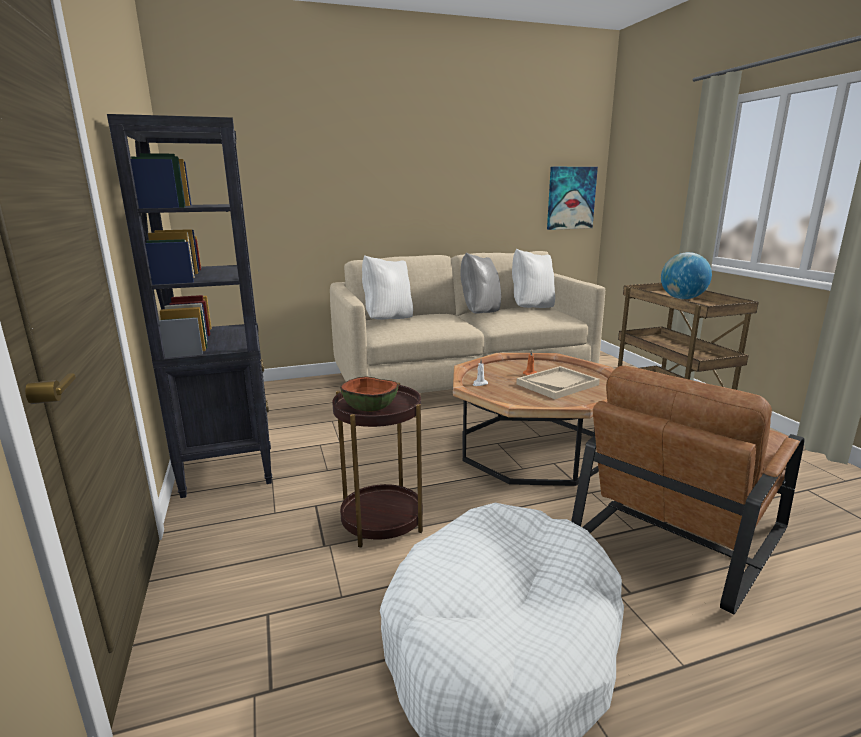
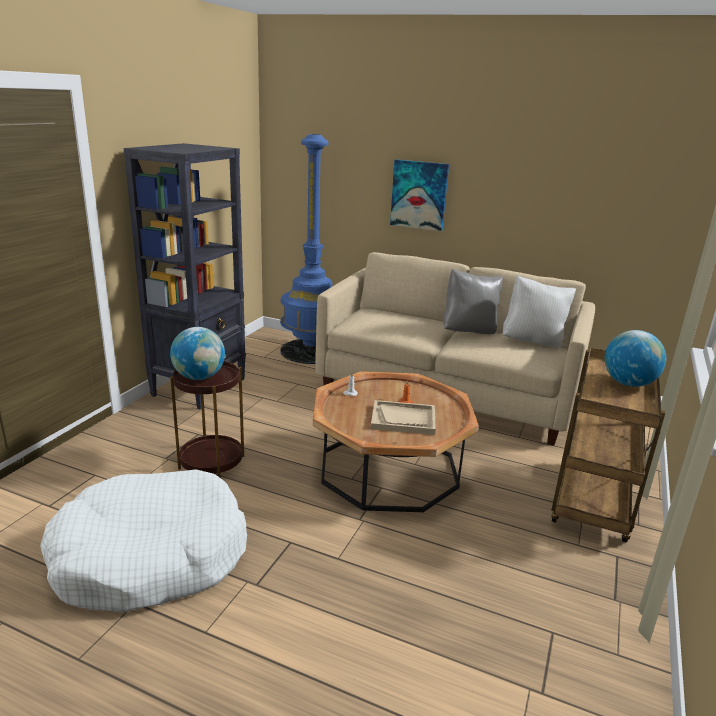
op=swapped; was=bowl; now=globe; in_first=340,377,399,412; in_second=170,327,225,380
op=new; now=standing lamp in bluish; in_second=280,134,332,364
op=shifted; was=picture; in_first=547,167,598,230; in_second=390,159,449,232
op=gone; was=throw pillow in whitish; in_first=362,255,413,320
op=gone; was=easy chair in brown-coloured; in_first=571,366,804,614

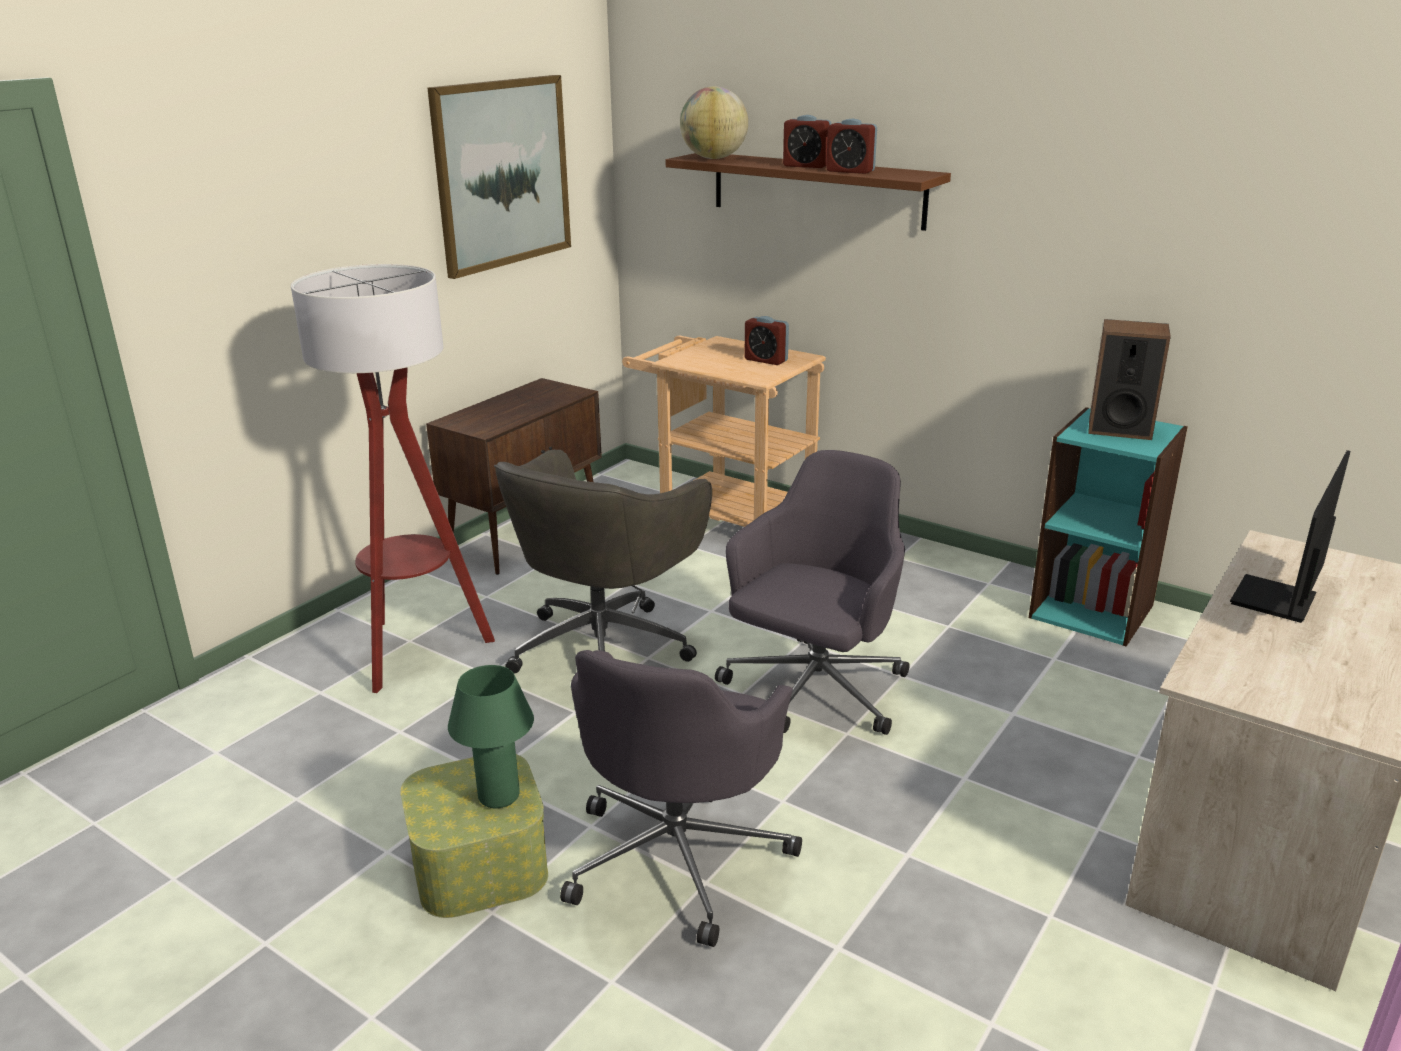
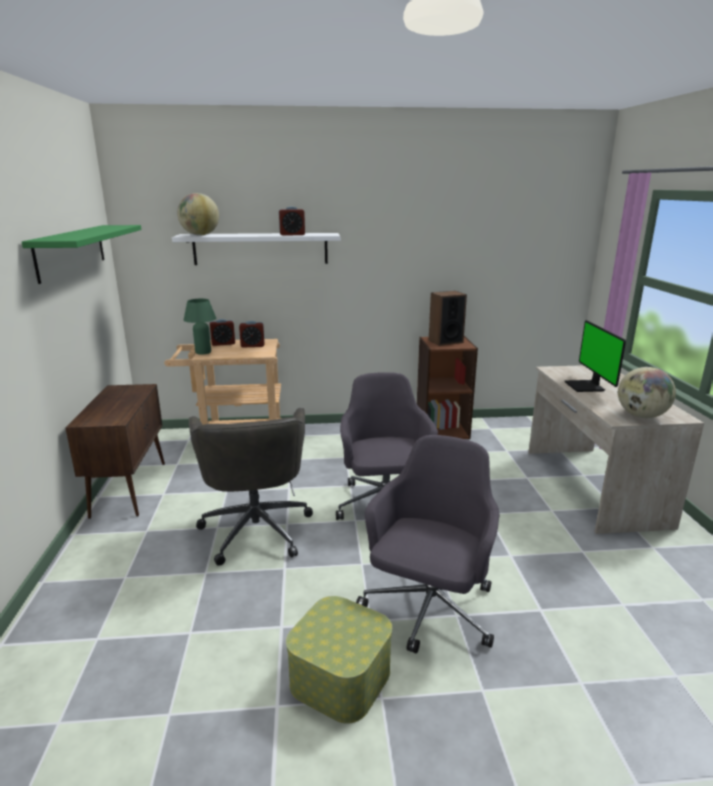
op=swapped; was=picture; now=wall shelf in green-coloured; in_first=427,75,571,279; in_second=22,225,141,284
op=repainted; was=wall shelf in brown-coloured; now=wall shelf in whitish; in_first=666,153,951,231; in_second=172,233,340,265
op=shifted; was=lamp for a table in green-coloured; in_first=448,665,534,808; in_second=184,299,216,355
op=shifted; was=table clock; in_first=783,115,832,168; in_second=210,319,235,346
op=rotated; was=desk chair in gray; in_first=560,650,802,947; in_second=356,435,499,653; clockwise=-135
op=repainted; was=bookcase in turquoise-coloured; now=bookcase in brown-coloured; in_first=1029,407,1188,647; in_second=417,336,478,439
op=new; now=globe; in_second=618,367,676,418
op=gone; was=standing lamp; in_first=291,264,495,693

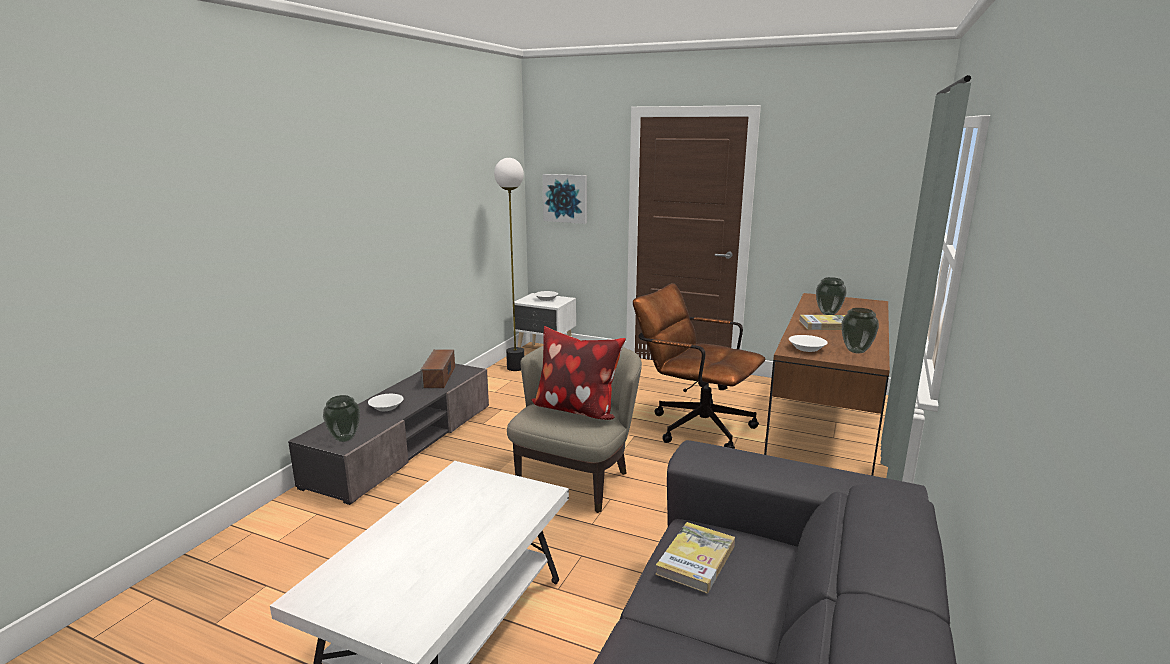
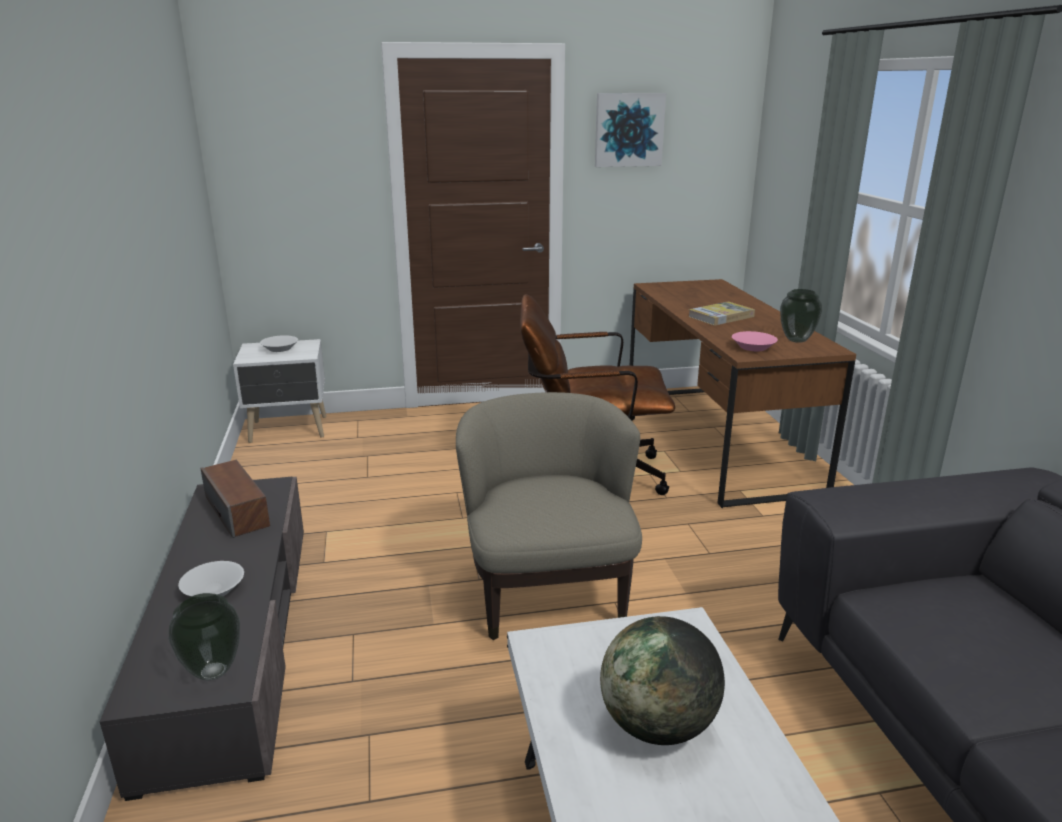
op=shifted; was=picture; in_first=543,174,587,224; in_second=595,93,666,167
op=new; now=globe; in_second=600,616,725,745
op=repainted; was=bowl in whitish; now=bowl in pink; in_first=789,335,828,352; in_second=732,331,778,351
op=gone; was=standing lamp; in_first=494,158,524,371
op=gone; was=throw pillow; in_first=531,326,626,420
op=gone; was=volume; in_first=655,522,735,593
op=gone; was=vase; in_first=816,277,847,315

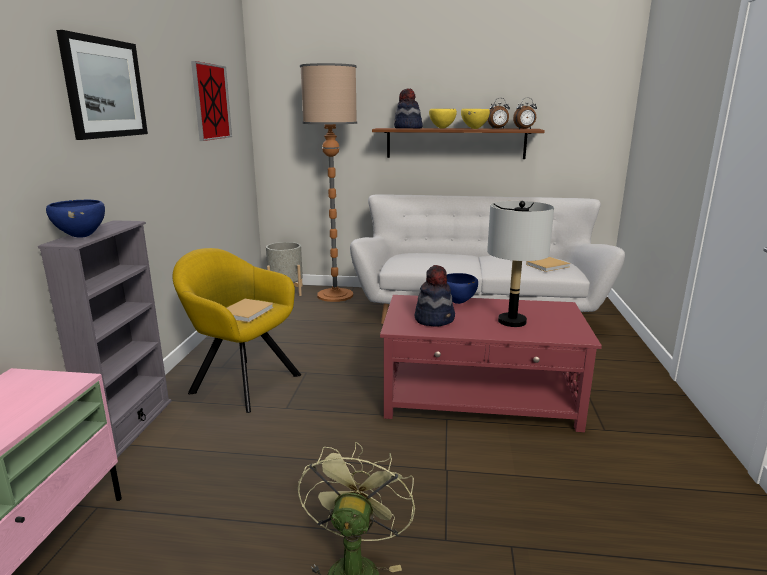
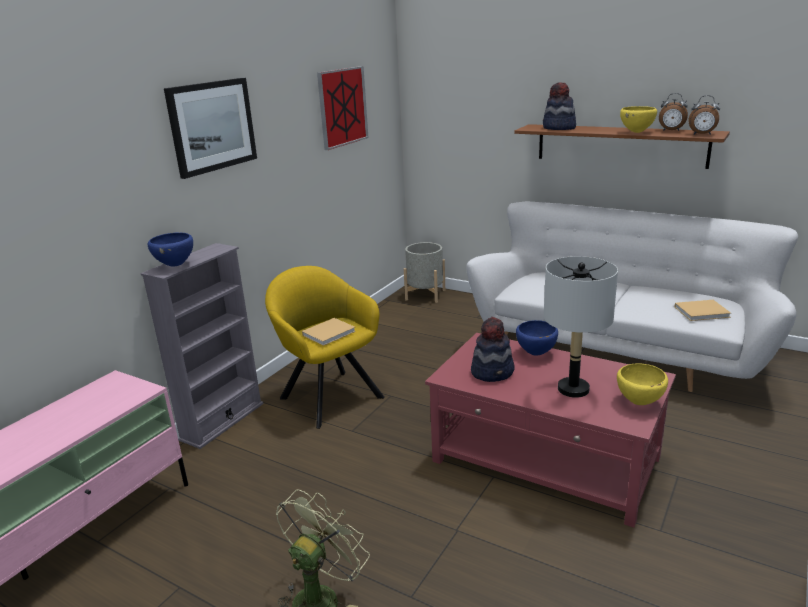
op=shifted; was=bowl in yellowish; in_first=429,109,457,129; in_second=617,363,668,405
op=gone; was=standing lamp; in_first=300,63,357,302

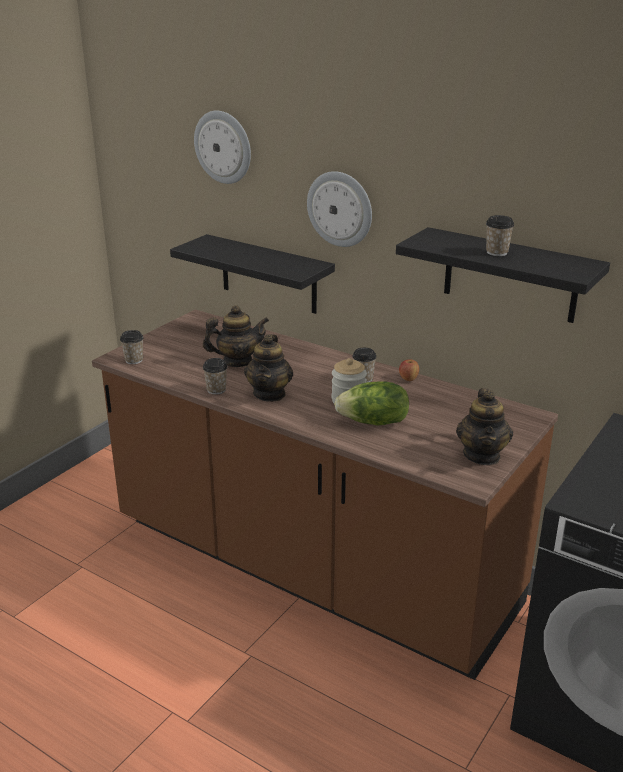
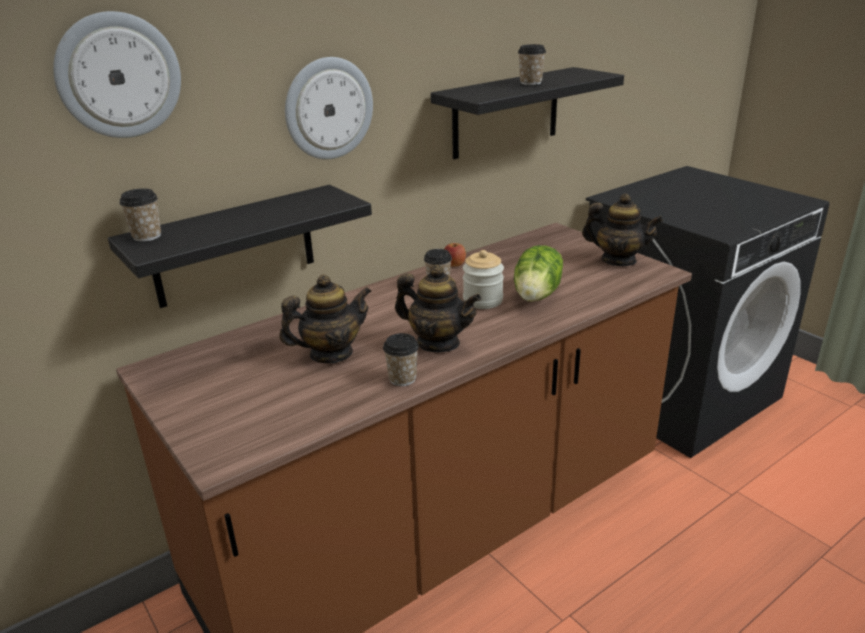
op=shifted; was=small cup; in_first=120,330,144,364; in_second=120,188,161,242
op=rotated; was=teapot; in_first=203,305,269,367; in_second=279,274,372,363; clockwise=60

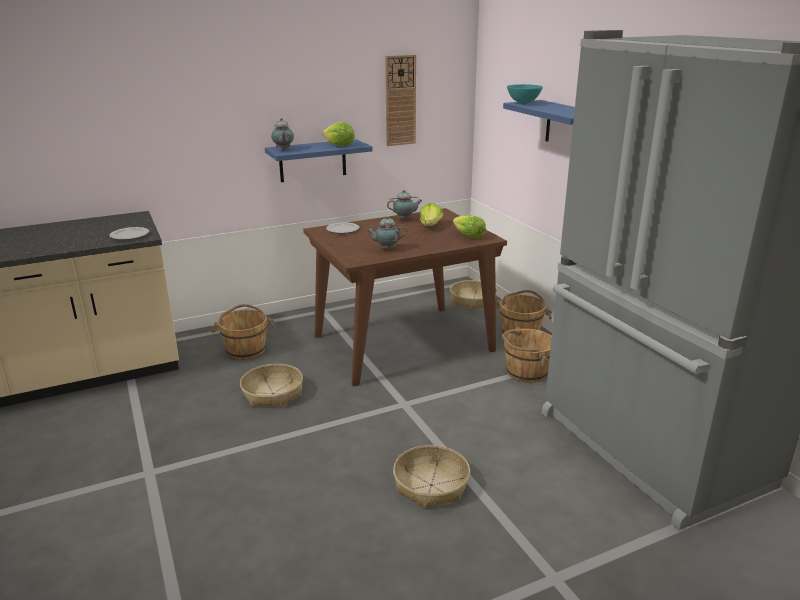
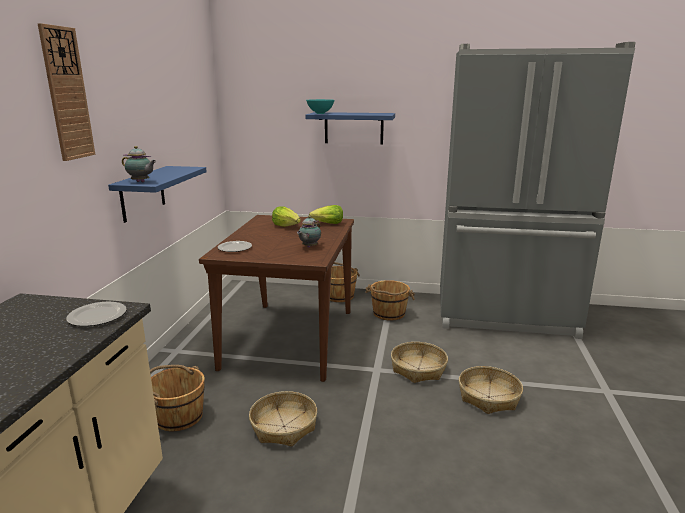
op=shifted; was=hanging clock; in_first=385,55,416,146; in_second=38,23,95,161
op=shifted; was=household basket; in_first=450,280,498,310; in_second=391,342,448,383
op=gone; was=head of lettuce; in_first=322,122,355,146
op=gone; was=teapot; in_first=387,190,422,220

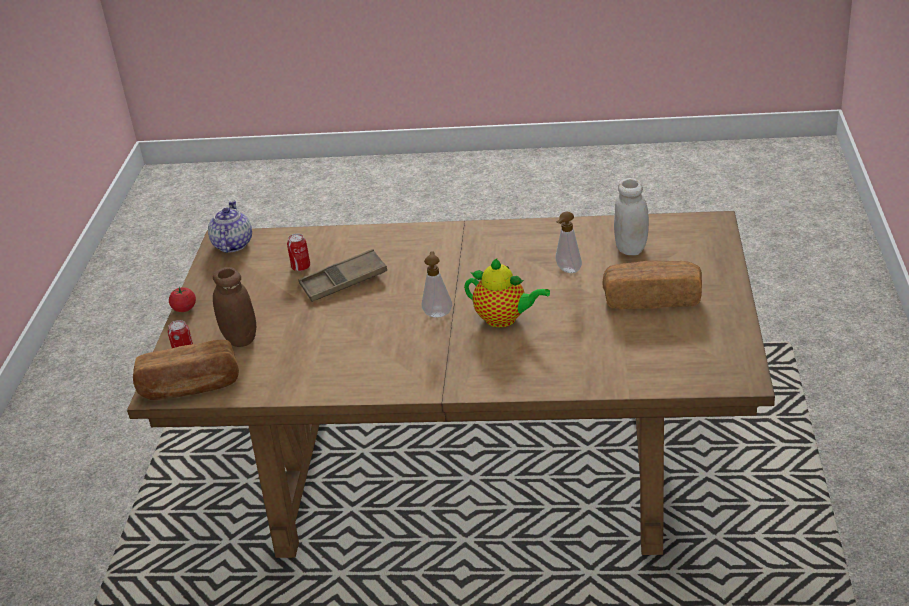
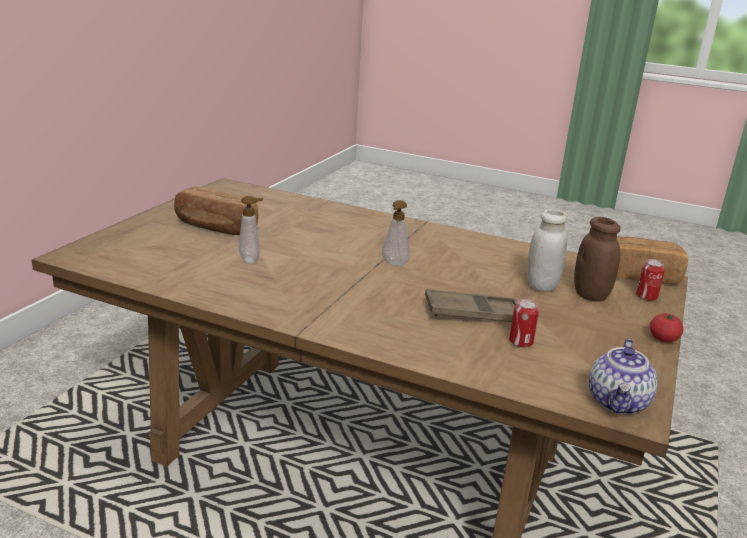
op=shifted; was=preserve jar in whitish; in_first=614,178,649,255; in_second=527,209,568,292
op=gone; was=teapot; in_first=464,259,550,328

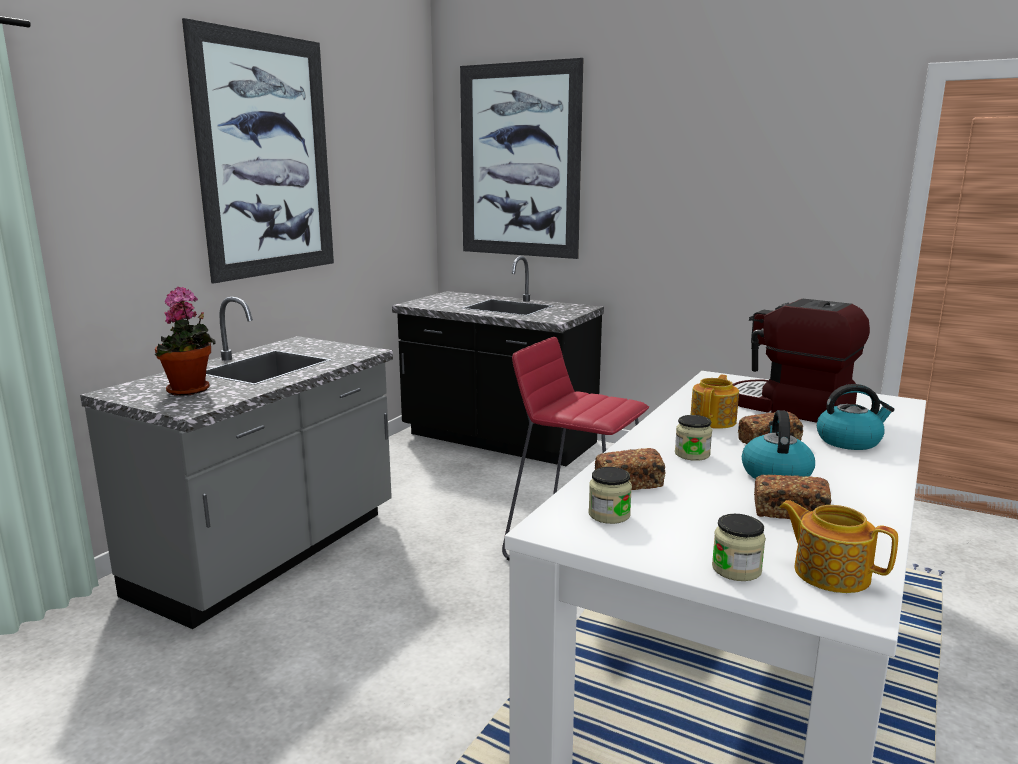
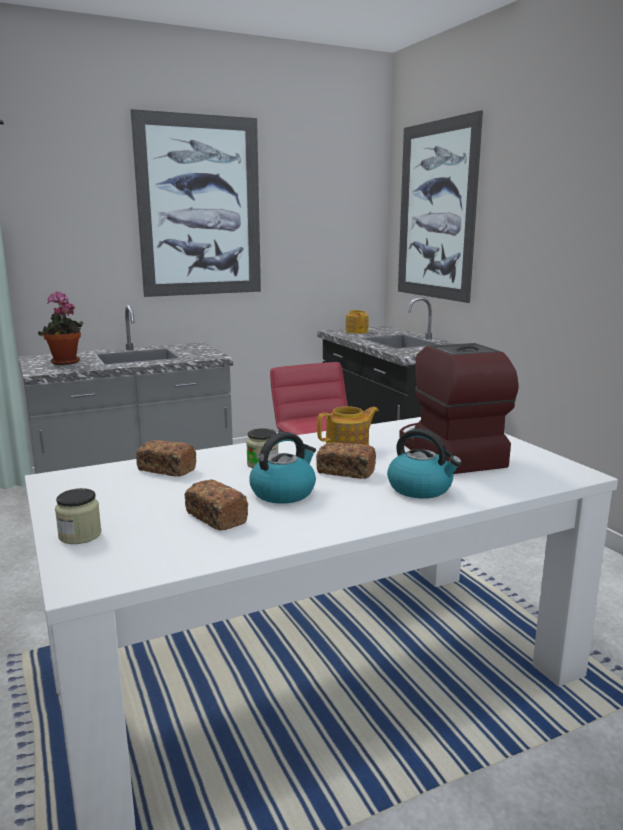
op=shifted; was=teapot; in_first=779,500,898,593; in_second=346,310,369,334
op=gone; was=preserve jar; in_first=589,467,632,524

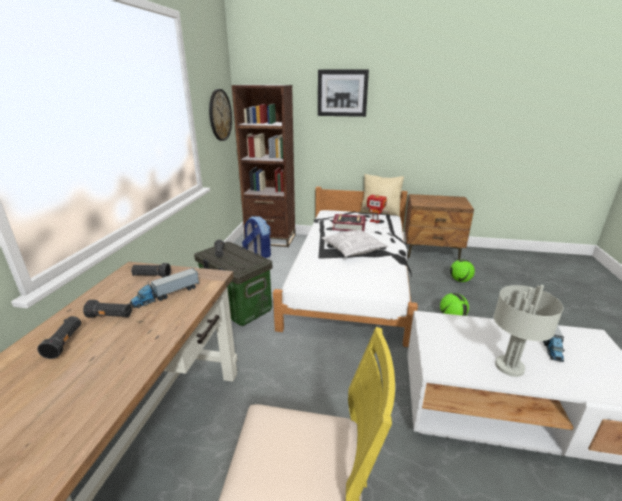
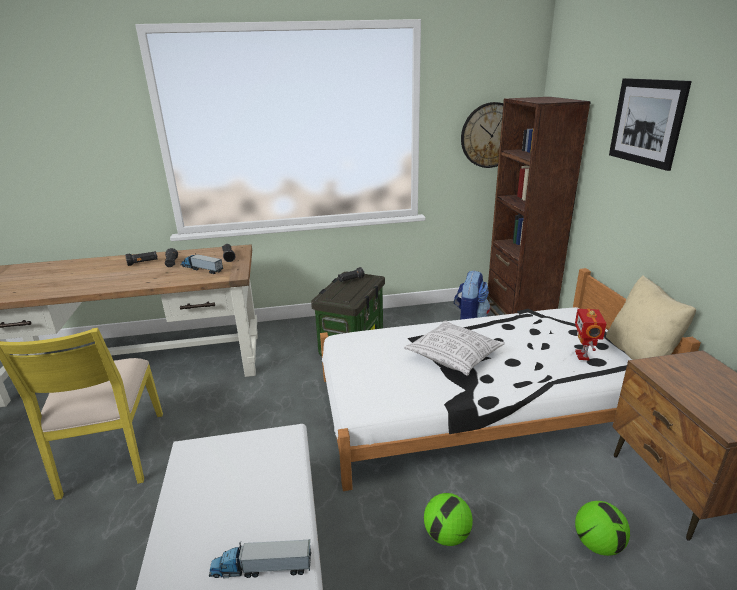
op=gone; was=volume; in_first=332,214,366,231
op=gone; was=lamp for a table in gray; in_first=494,285,564,377

